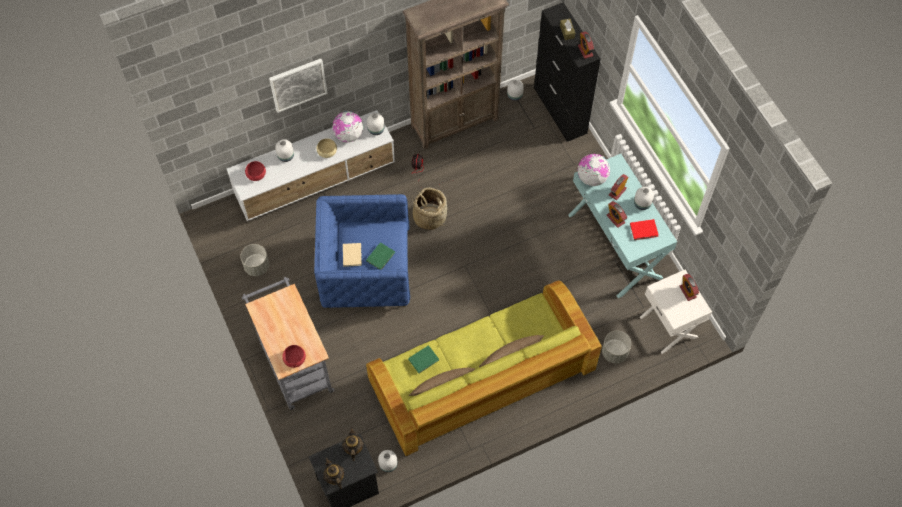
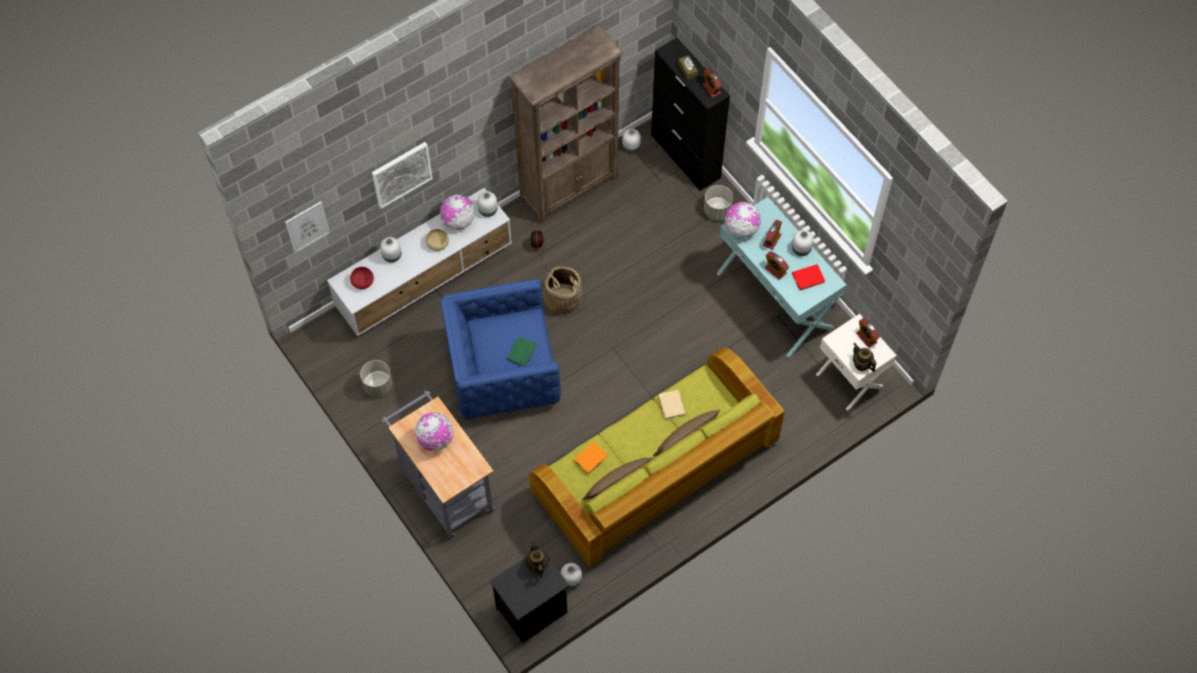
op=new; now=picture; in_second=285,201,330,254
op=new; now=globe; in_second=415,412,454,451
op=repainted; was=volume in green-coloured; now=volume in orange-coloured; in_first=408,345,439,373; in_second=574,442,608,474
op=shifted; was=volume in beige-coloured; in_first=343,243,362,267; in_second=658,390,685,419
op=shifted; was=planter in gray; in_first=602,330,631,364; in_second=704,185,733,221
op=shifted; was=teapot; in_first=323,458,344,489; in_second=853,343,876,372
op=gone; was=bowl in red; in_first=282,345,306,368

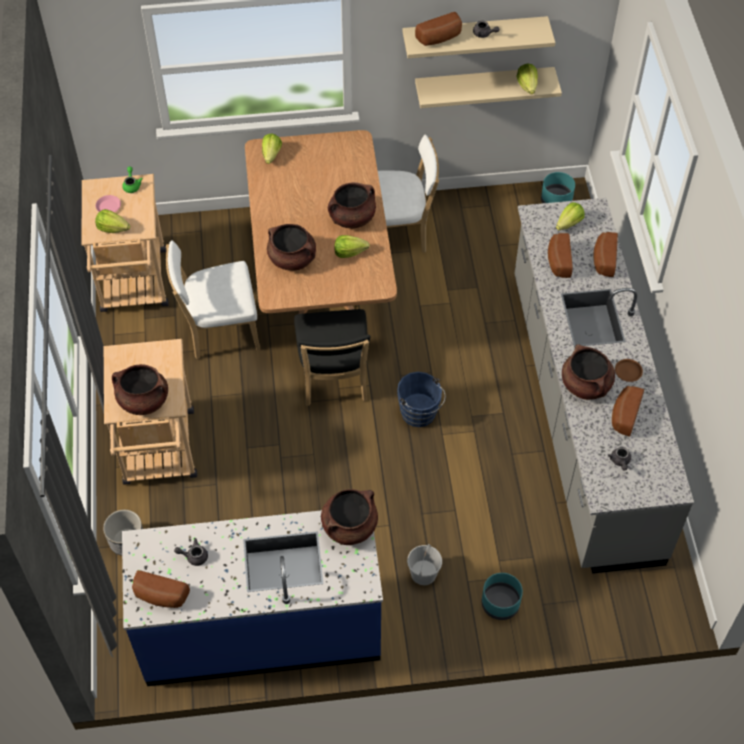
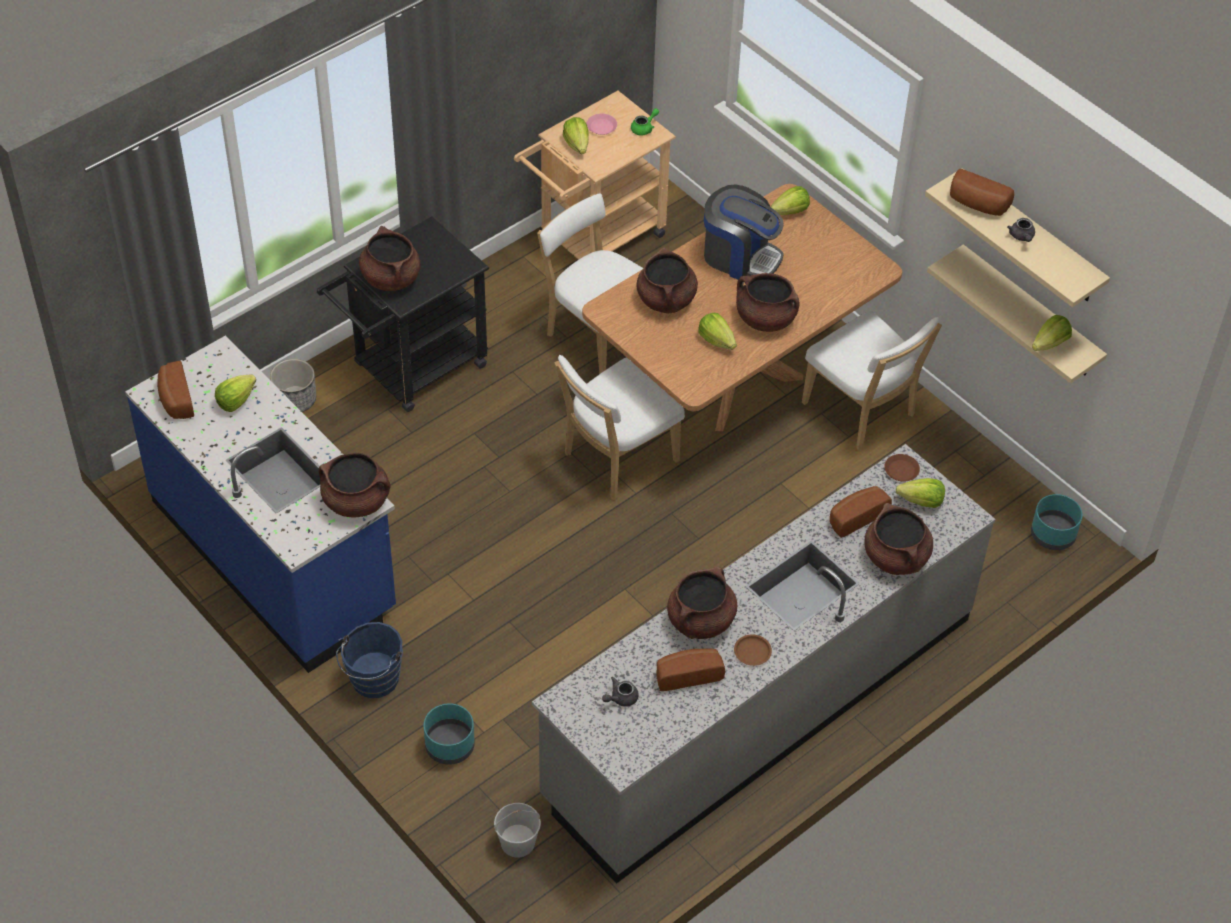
op=swapped; was=teapot in gray; now=head of lettuce; in_first=174,538,208,566; in_second=215,375,256,412
op=repainted; was=wheeled cart in beige-coloured; now=wheeled cart in black; in_first=104,339,197,485; in_second=317,216,489,412
op=shifted; was=water bucket in bluish; in_first=397,372,446,427; in_second=336,622,403,698
op=shifted; was=water bucket in whitish; in_first=407,544,442,585; in_second=494,803,541,858
op=repainted; was=upright chair in black; now=upright chair in whitish; in_first=294,309,371,406; in_second=554,355,685,500
op=new; now=coffee brewer; in_second=704,184,784,280
op=swapped; was=baked bread; now=stockpot in brown-coloured; in_first=593,232,618,277; in_second=865,503,933,575
op=new; now=plate in brown-coloured; in_second=884,454,920,482

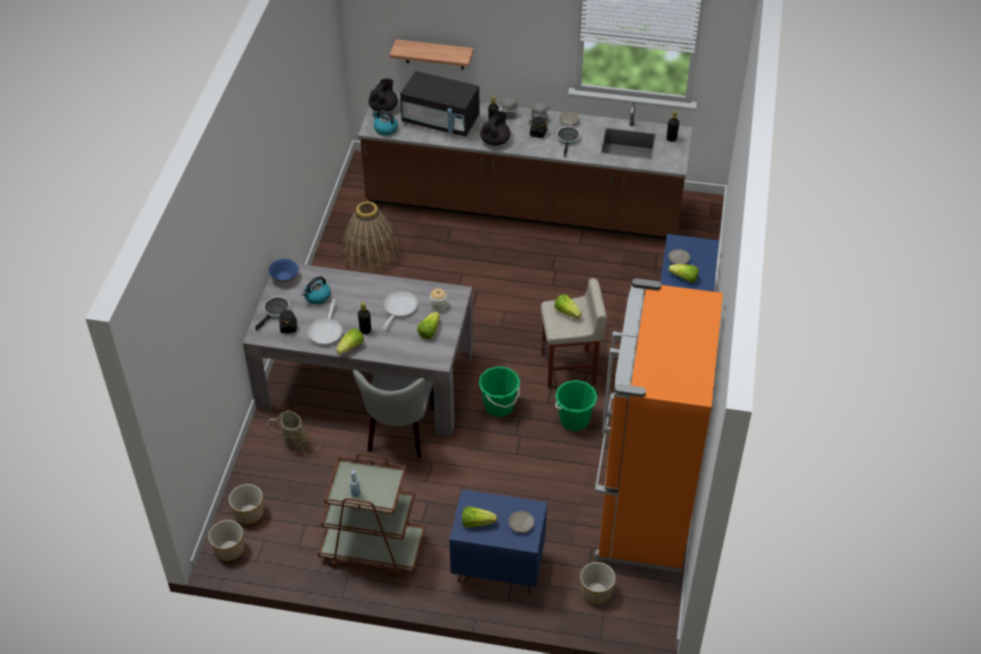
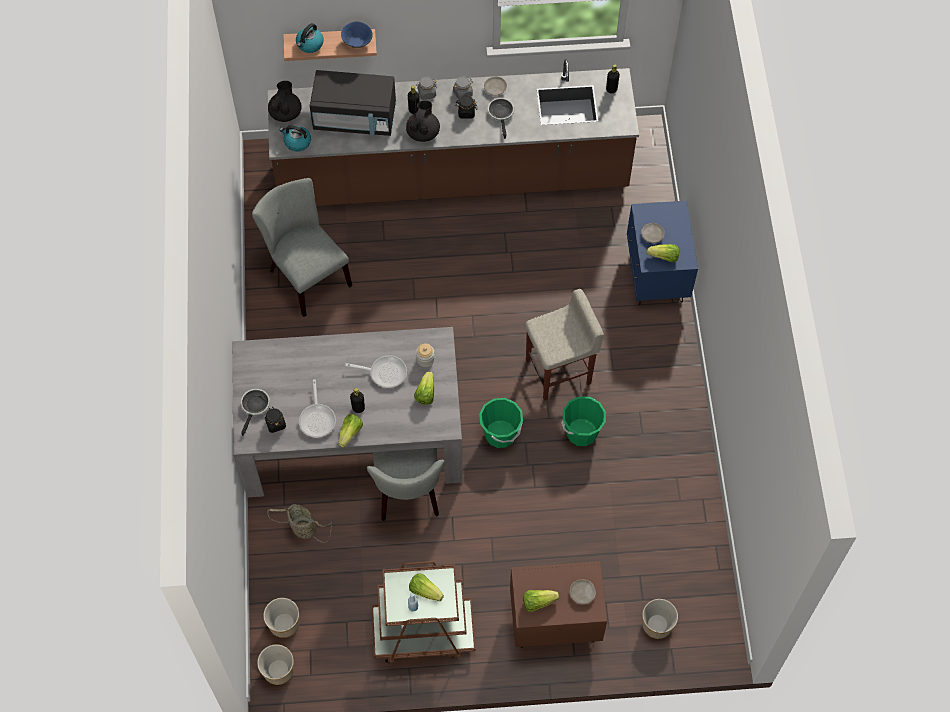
op=swapped; was=household basket; now=upright chair in gray; in_first=341,201,400,274; in_second=252,178,352,317
op=shifted; was=kettle; in_first=302,276,331,304; in_second=296,23,324,53
op=shifted; was=bowl in bluish; in_first=268,259,299,283; in_second=341,21,373,48
op=rotated; was=skillet; in_first=382,291,418,329; in_second=345,355,407,388; clockwise=90
op=shifted; was=head of lettuce; in_first=554,294,582,319; in_second=409,573,444,601
op=repainted; was=bedside table in bluish; now=bedside table in brown-coloured; in_first=449,489,547,593; in_second=510,561,607,648
op=gone; was=fridge in orange-coloured; in_first=594,278,723,573

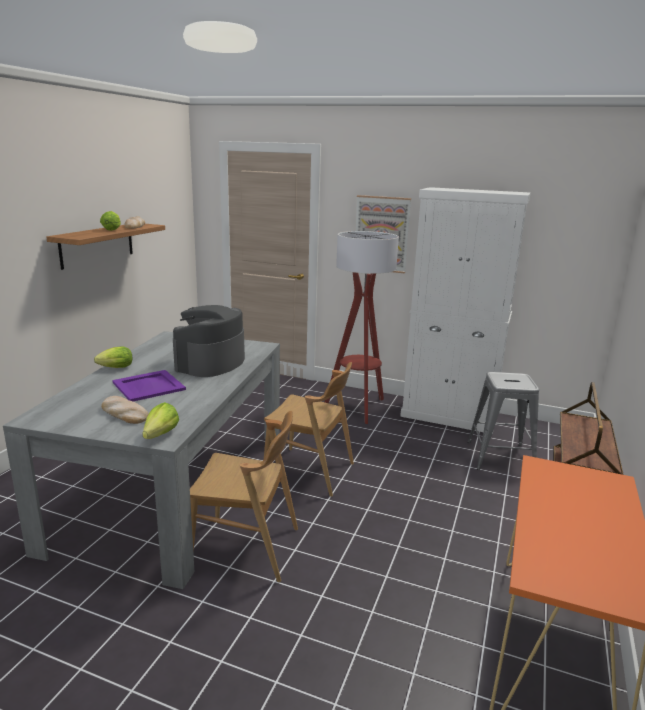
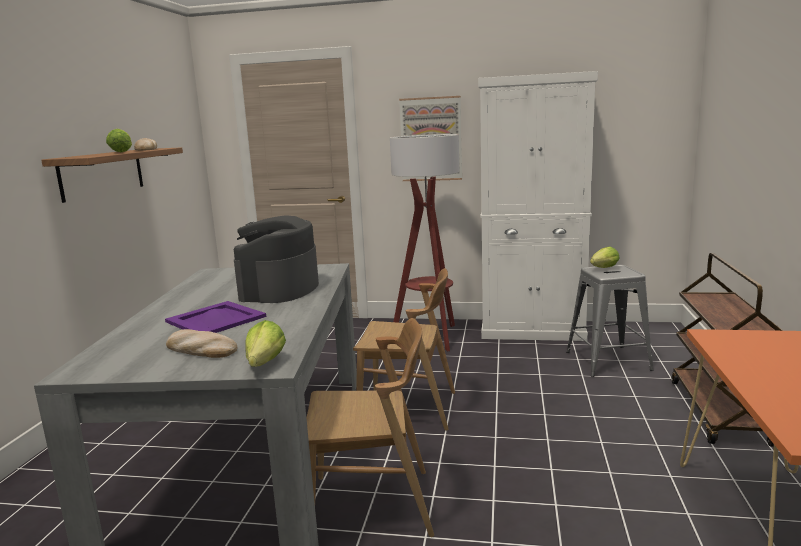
op=shifted; was=head of lettuce; in_first=94,346,133,368; in_second=590,247,619,268

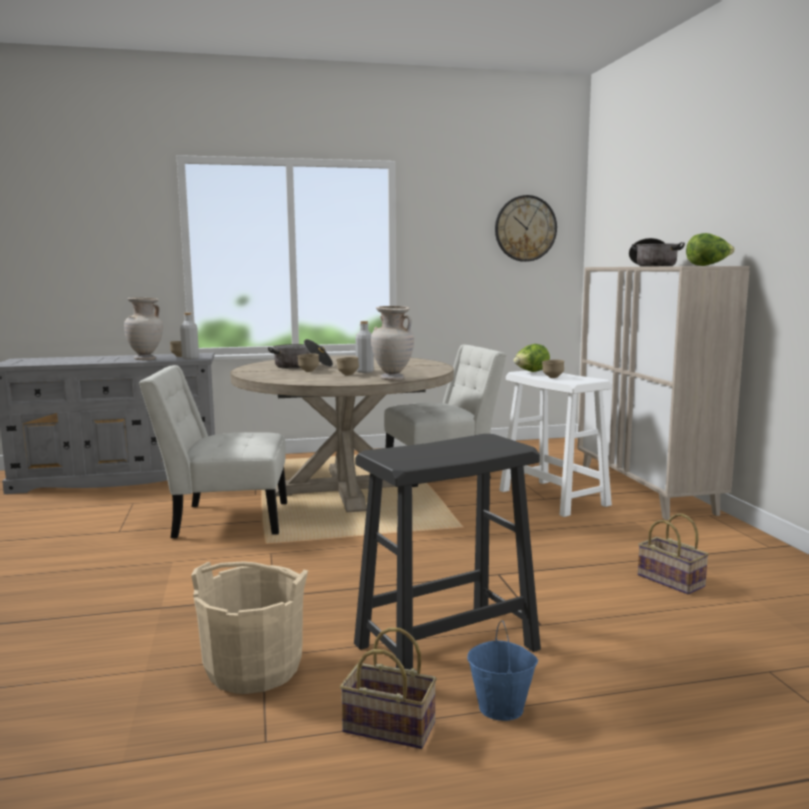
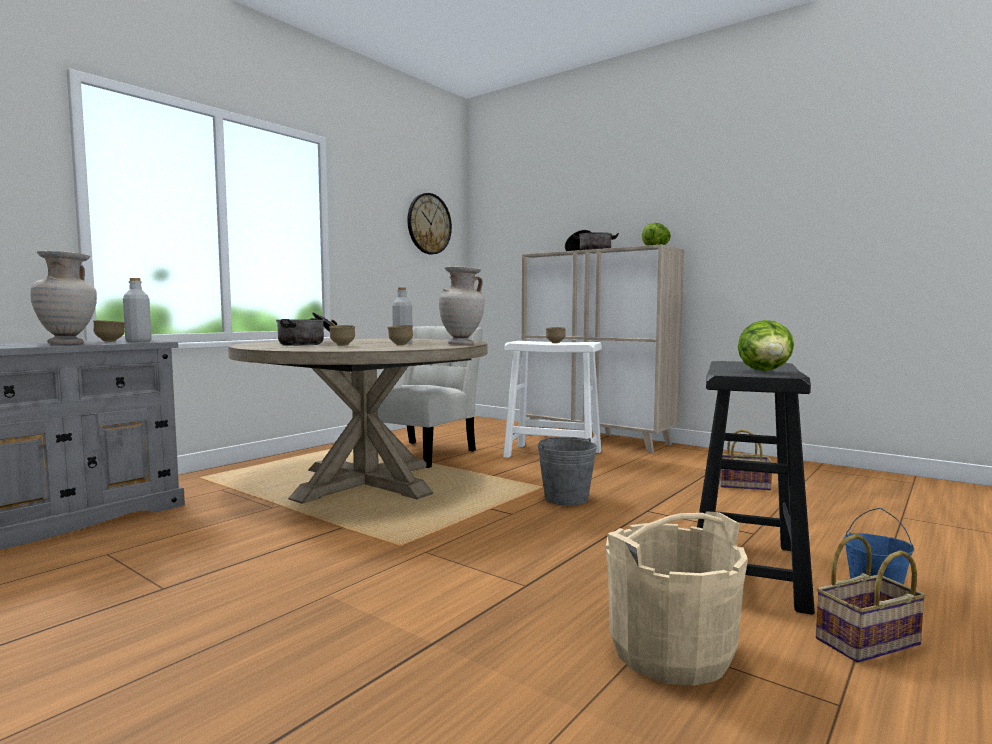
op=new; now=water bucket in gray; in_second=537,437,597,506
op=shifted; was=head of lettuce; in_first=513,344,550,372; in_second=738,320,794,371
op=gone; was=upright chair in whitish; in_first=139,365,287,539

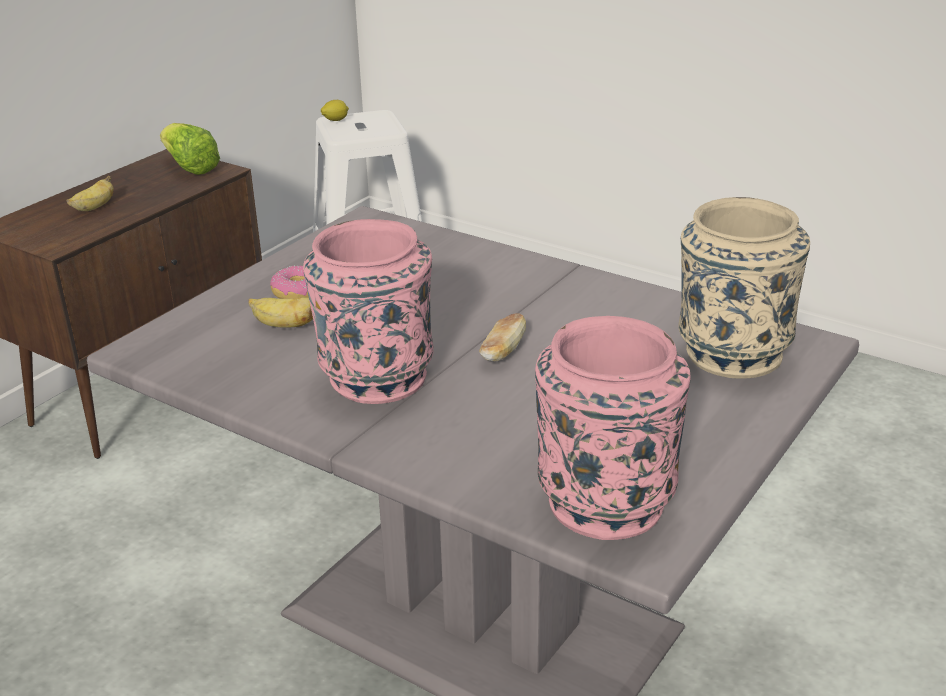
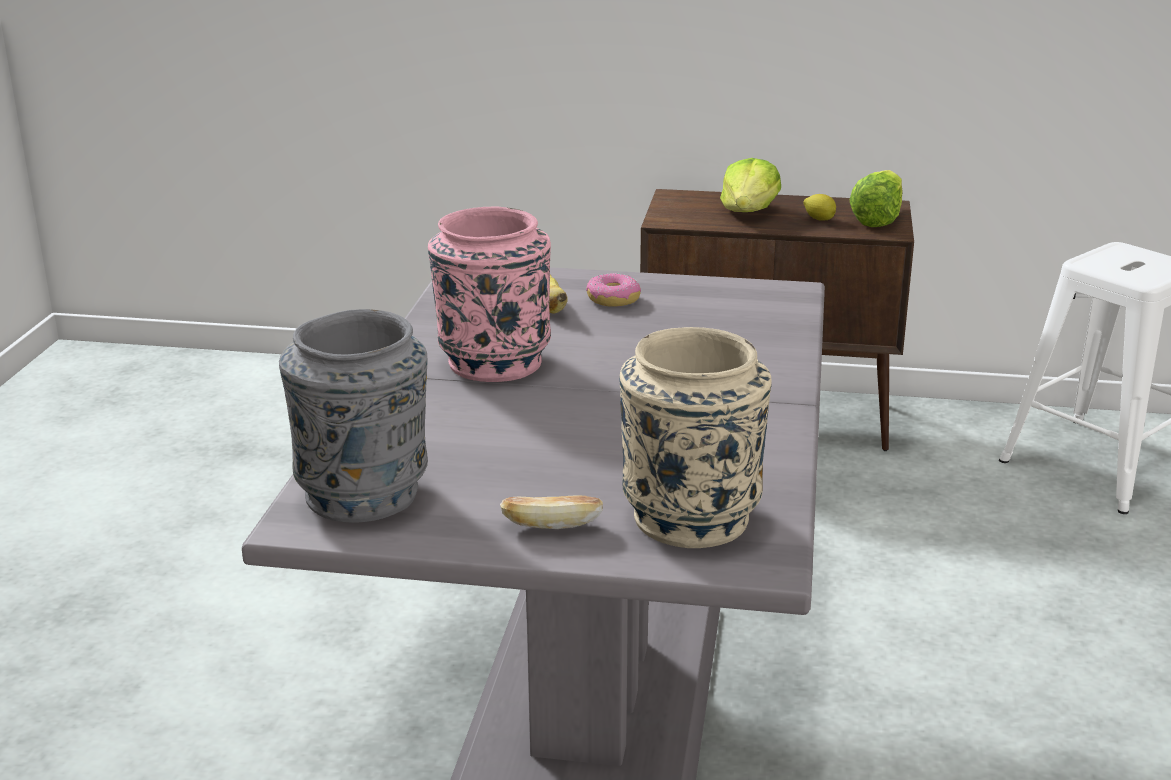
op=repainted; was=vase in pink; now=vase in gray; in_first=535,316,691,540; in_second=279,309,428,523
op=shifted; was=baked bread; in_first=479,313,526,361; in_second=500,496,603,529
op=swapped; was=banana fruit; now=head of lettuce; in_first=67,176,114,211; in_second=720,158,781,212
op=shifted; was=citrus fruit; in_first=321,100,349,121; in_second=804,194,836,221

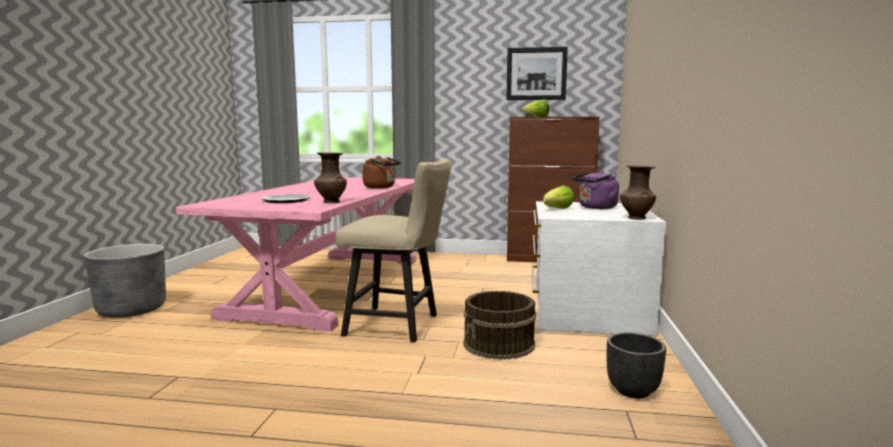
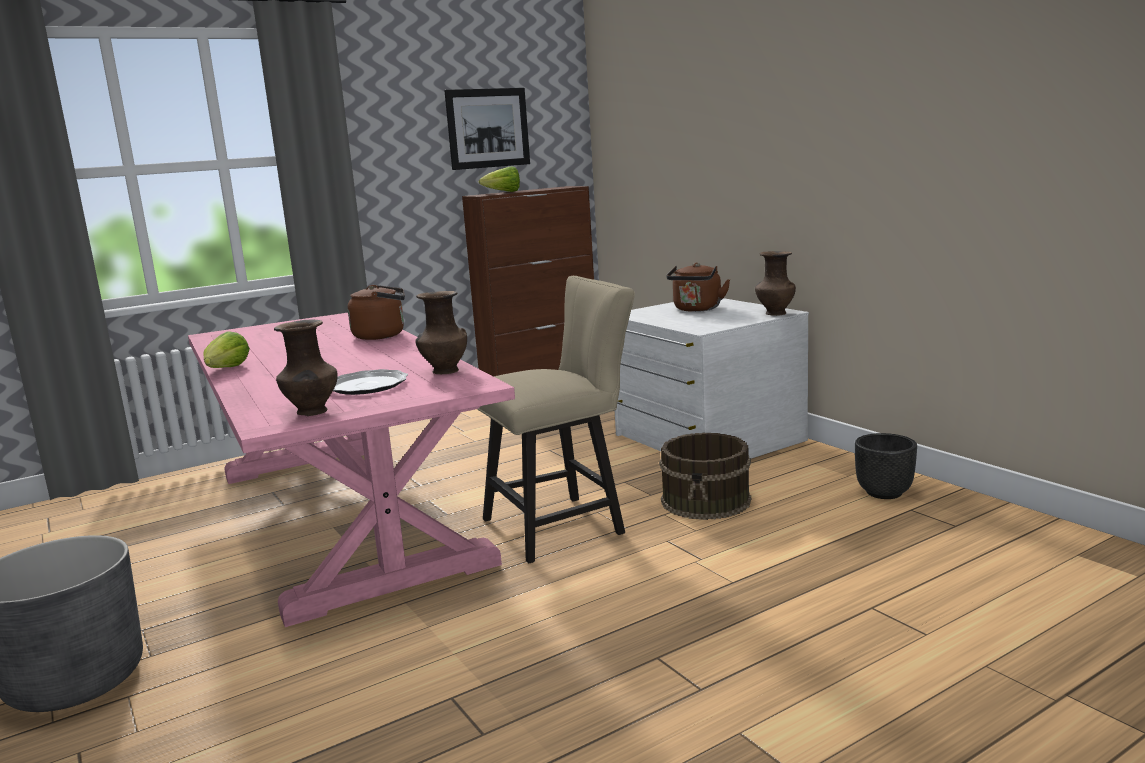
op=shifted; was=head of lettuce; in_first=543,186,574,209; in_second=203,331,250,368
op=new; now=vase in brown-coloured; in_second=274,320,338,416
op=repainted; was=kettle in purple; now=kettle in brown-coloured; in_first=572,170,619,209; in_second=667,263,730,312

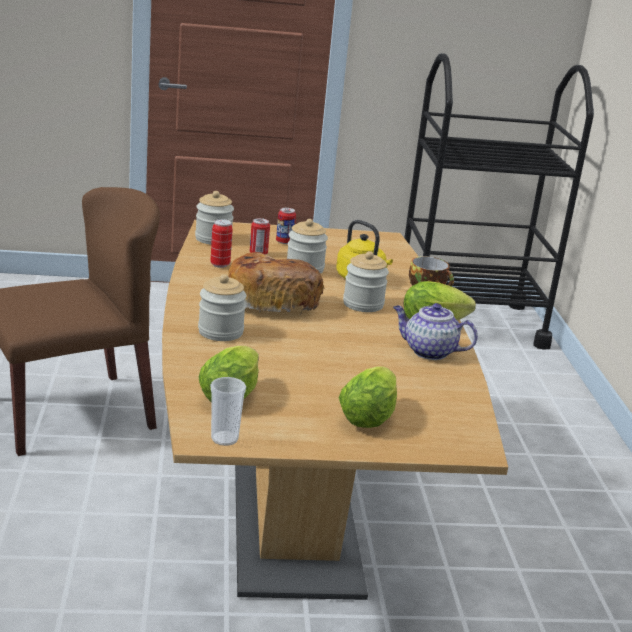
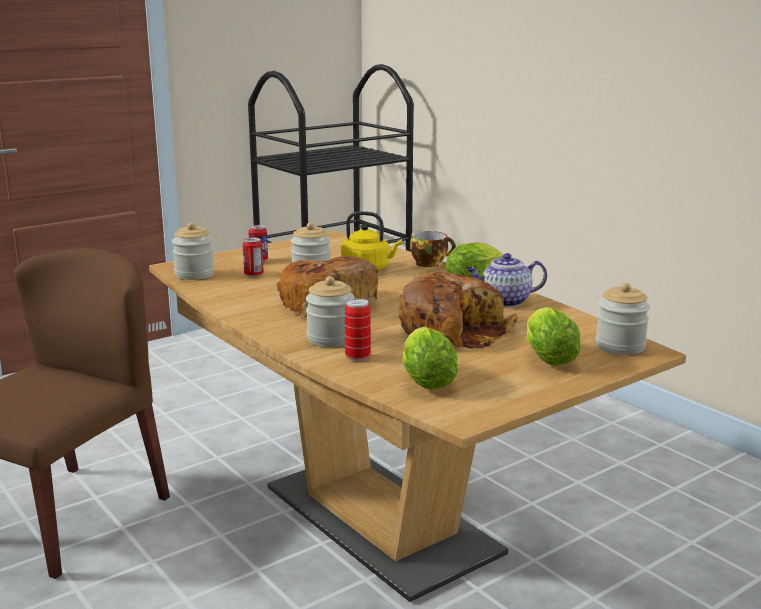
op=shifted; was=can; in_first=210,219,233,268; in_second=344,299,371,361
op=new; now=baked bread; in_second=399,272,517,349
op=shifted; was=preserve jar; in_first=343,251,389,312; in_second=596,283,650,355
op=gone; was=small cup; in_first=210,377,246,446

